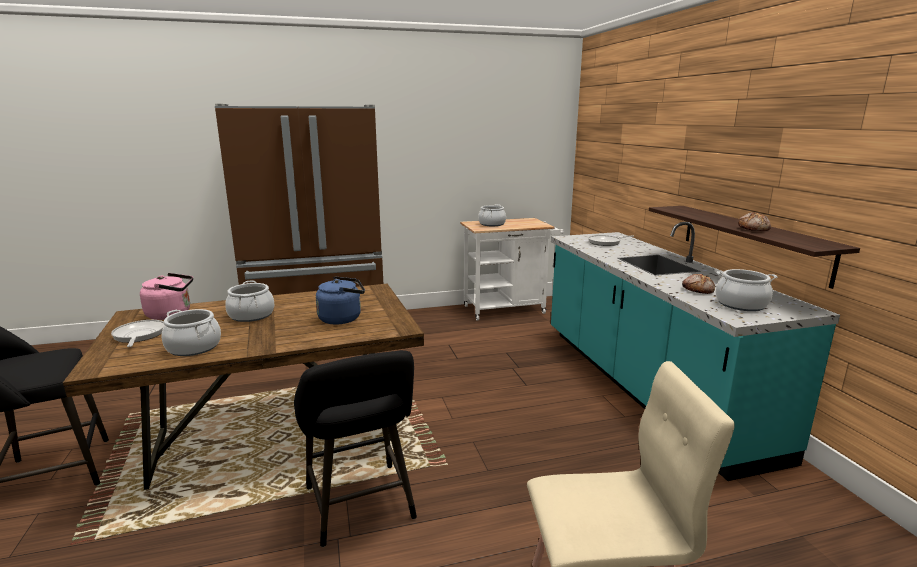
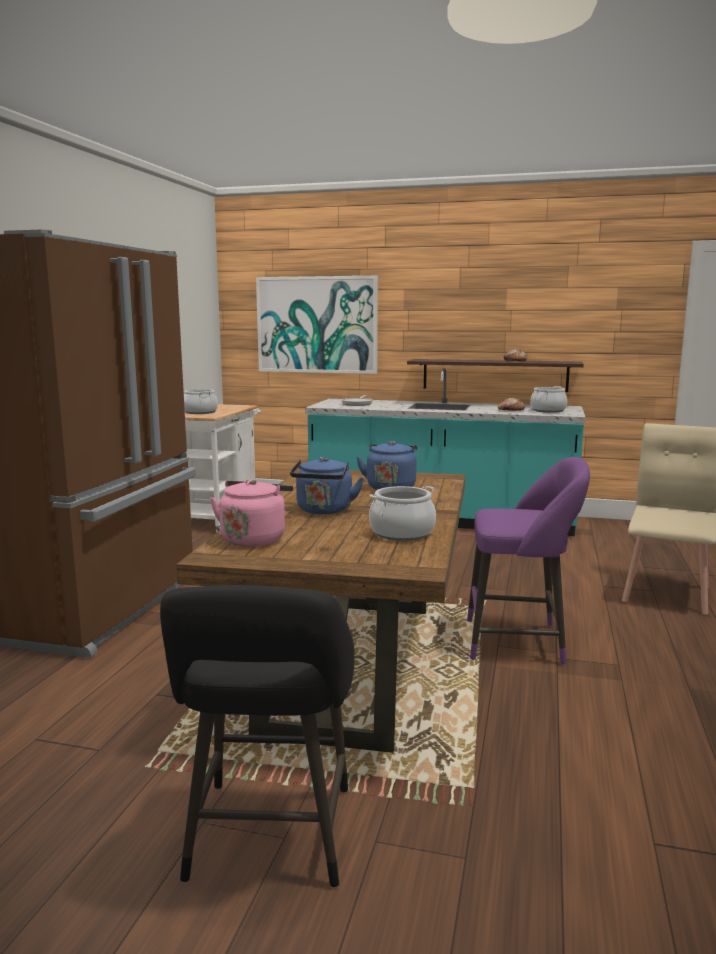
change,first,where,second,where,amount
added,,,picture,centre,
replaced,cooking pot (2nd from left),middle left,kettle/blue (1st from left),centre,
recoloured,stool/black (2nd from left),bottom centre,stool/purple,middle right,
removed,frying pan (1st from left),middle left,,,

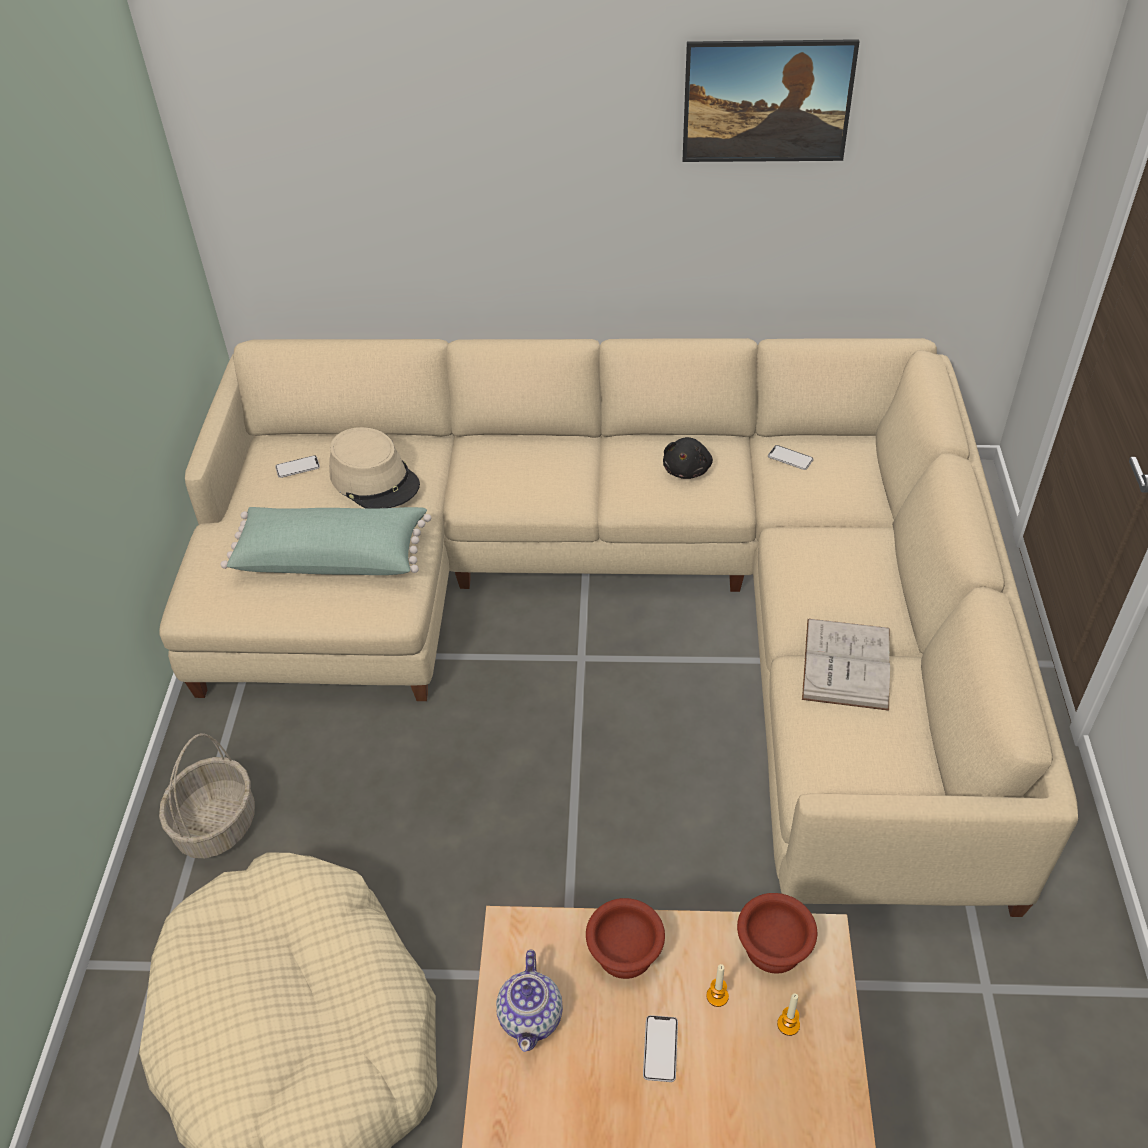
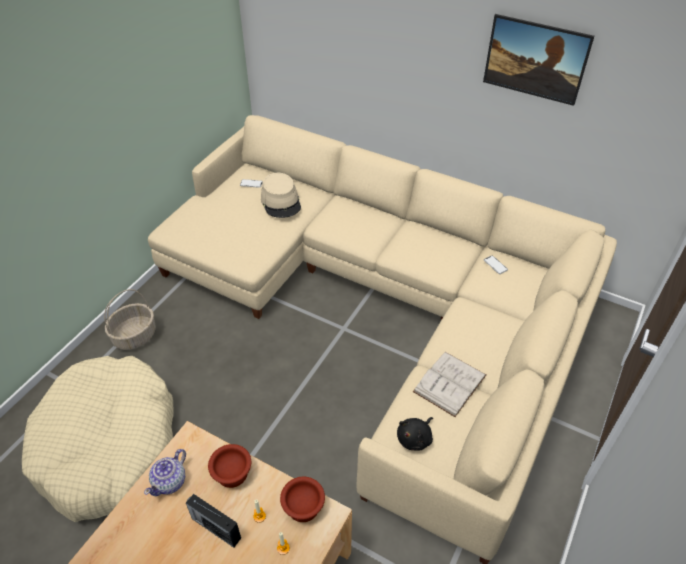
change,first,where,second,where,amount
replaced,phone (2nd from left),bottom centre,radio,bottom left,
moved,plush toy/black,centre,,bottom centre,
removed,pillow/green,middle left,,,

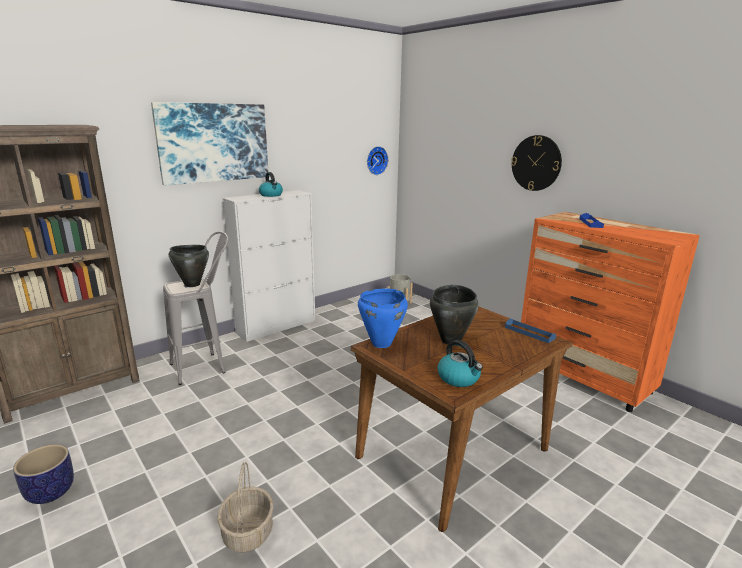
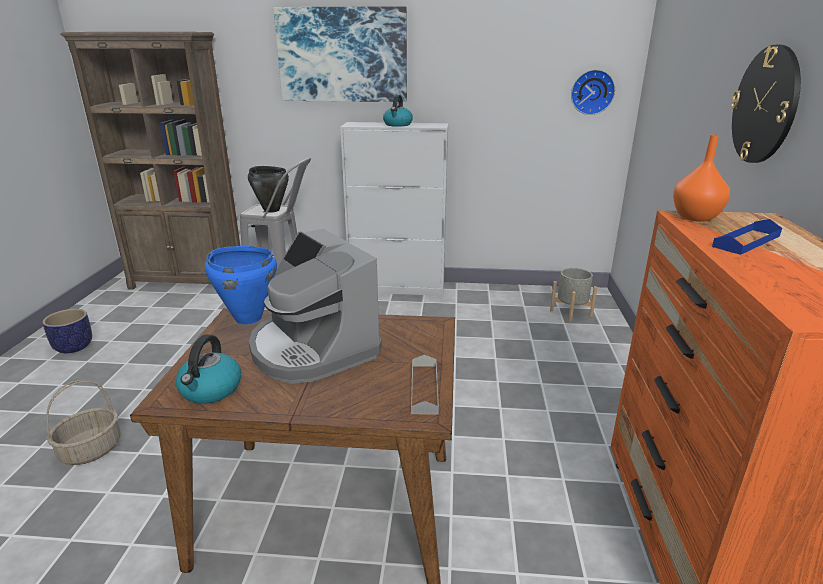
change,first,where,second,where,amount
replaced,cooking pot/black (2nd from left),centre,coffee machine,centre,
recoloured,tray/blue (1st from left),middle right,tray/grey,centre,
added,,,vase/orange,top right,

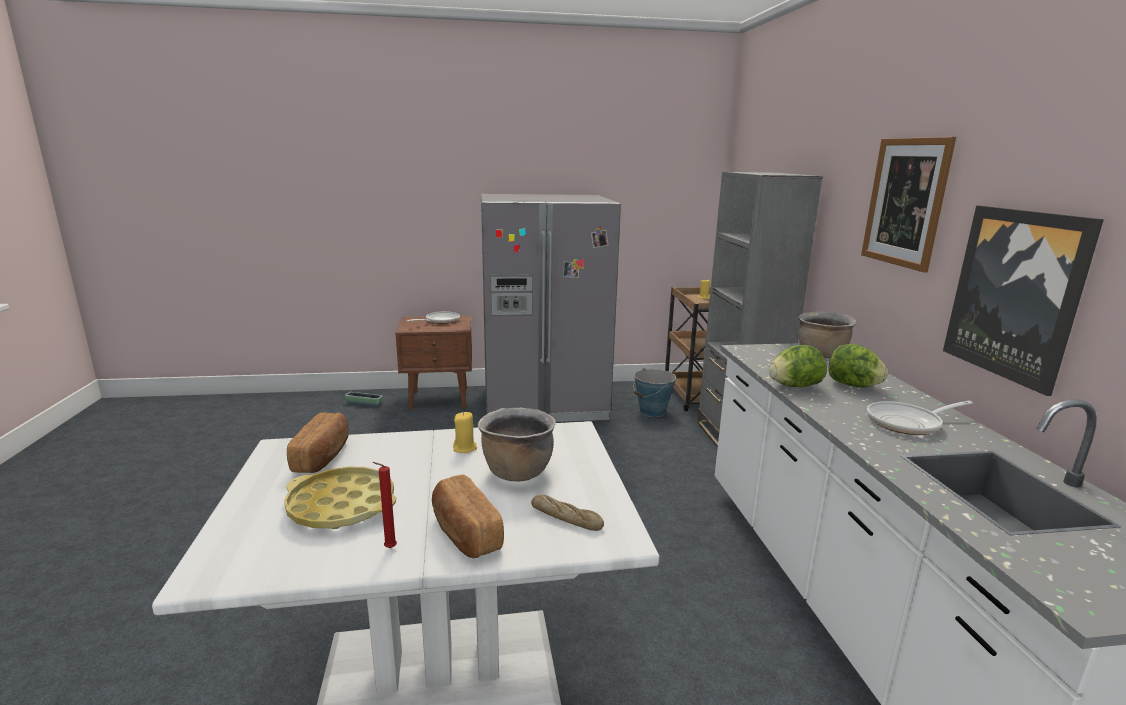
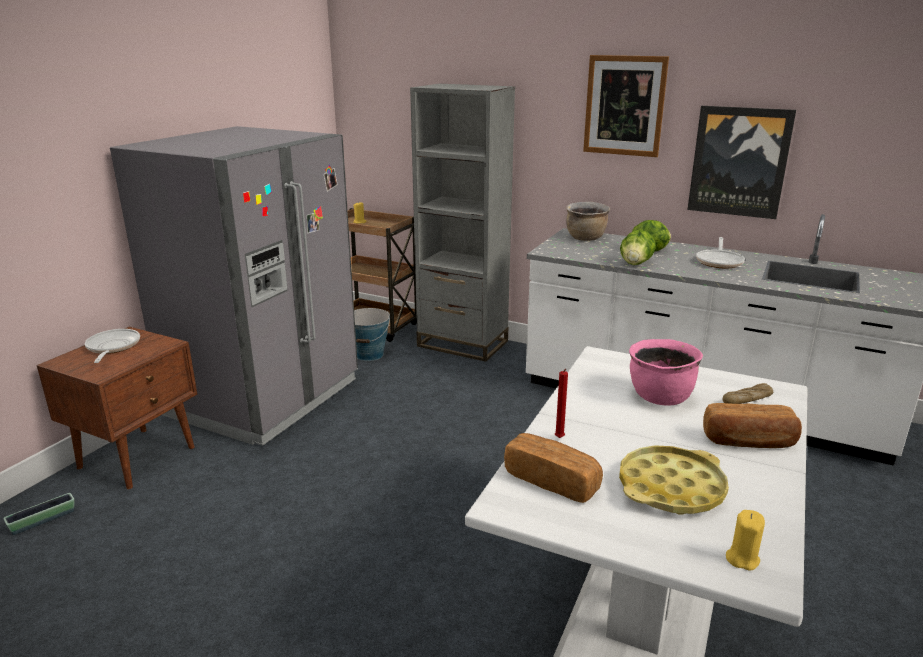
change,first,where,second,where,amount
moved,candle/red,bottom centre,,centre,
recoloured,cooking pot/brown (1st from left),centre,cooking pot/pink,middle right,
moved,candle/yellow (1st from left in the first image),centre,candle/yellow (2nd from left),bottom right,

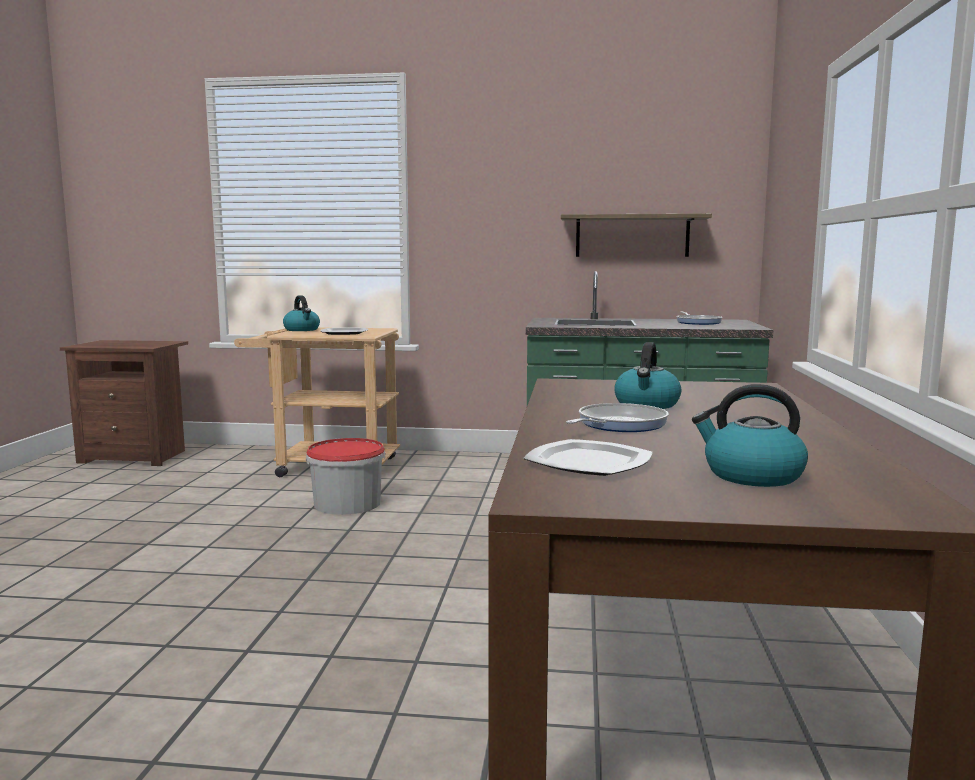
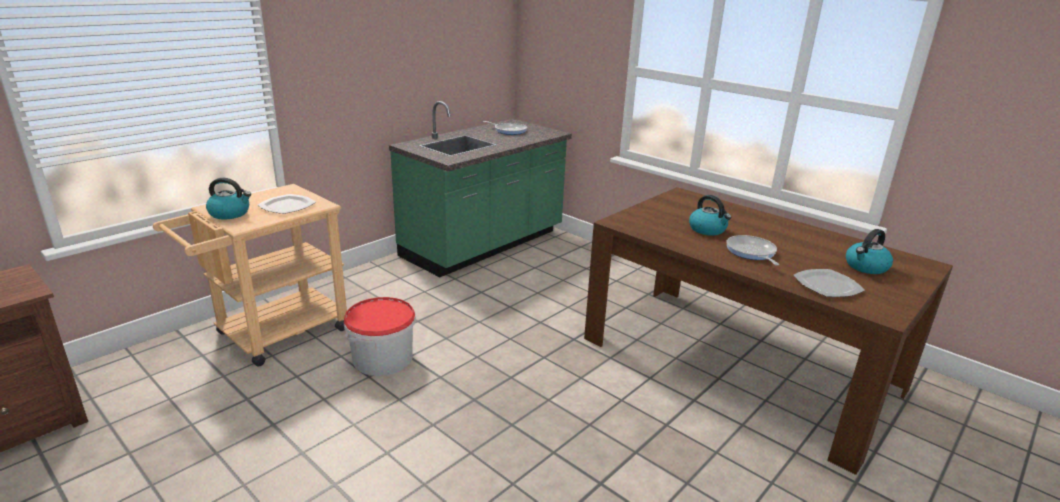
change,first,where,second,where,amount
removed,shelf,top centre,,,

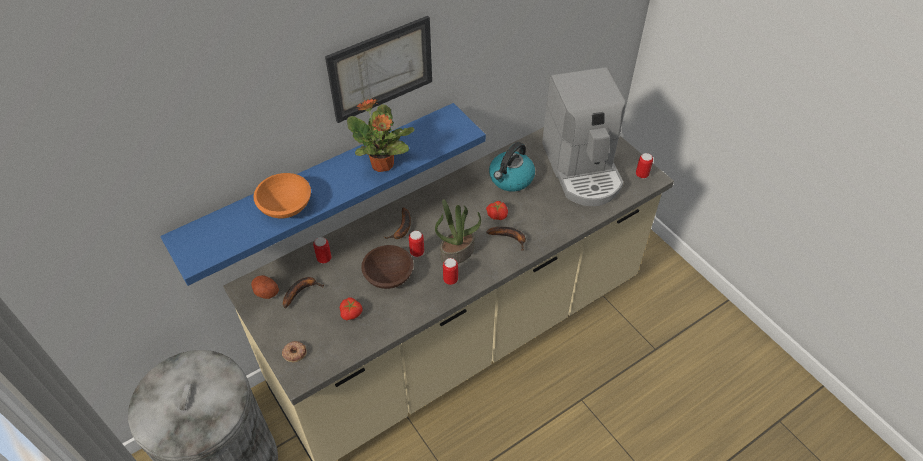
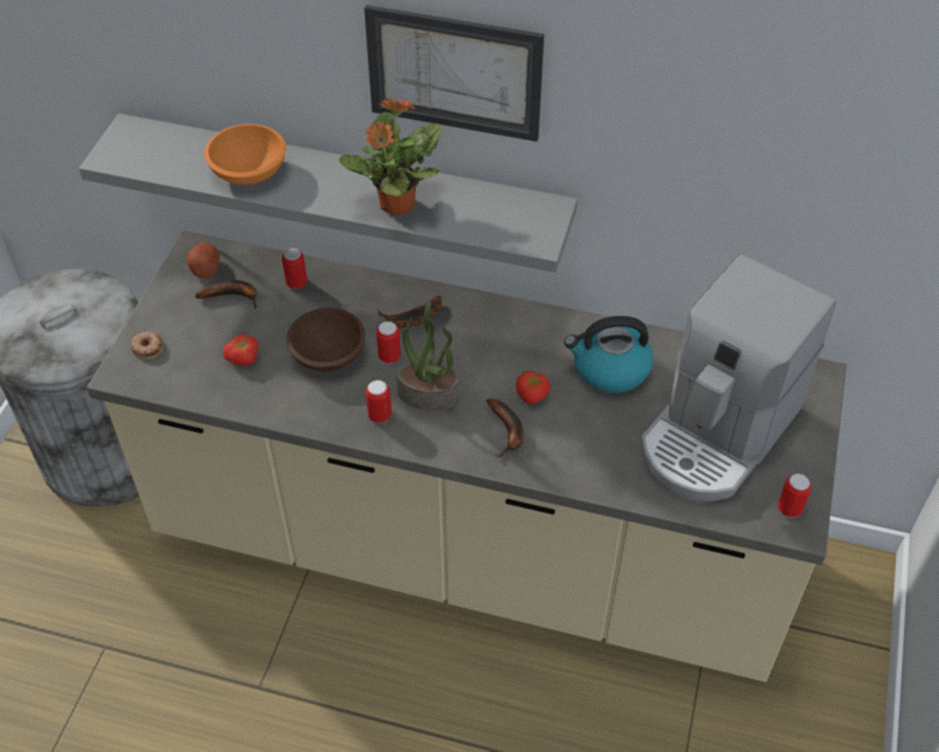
change,first,where,second,where,amount
recoloured,shelf/blue,centre,shelf/grey,top centre,

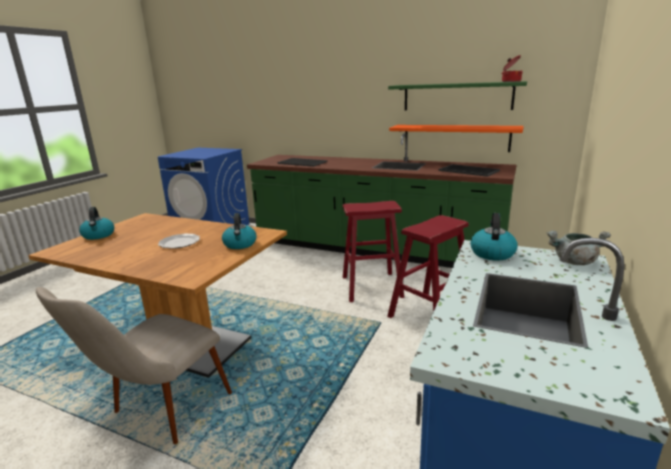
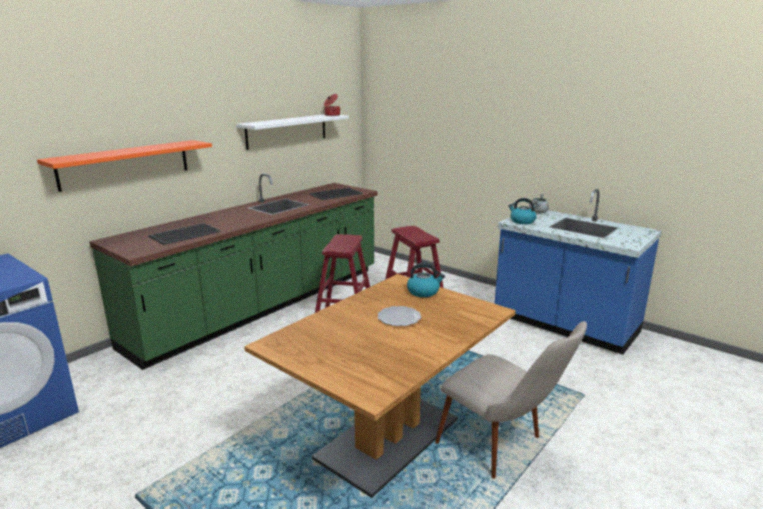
change,first,where,second,where,amount
moved,shelf/orange,top right,,top left,
recoloured,shelf/green,top right,shelf/white,top centre,
removed,kettle (1st from left),middle left,,,

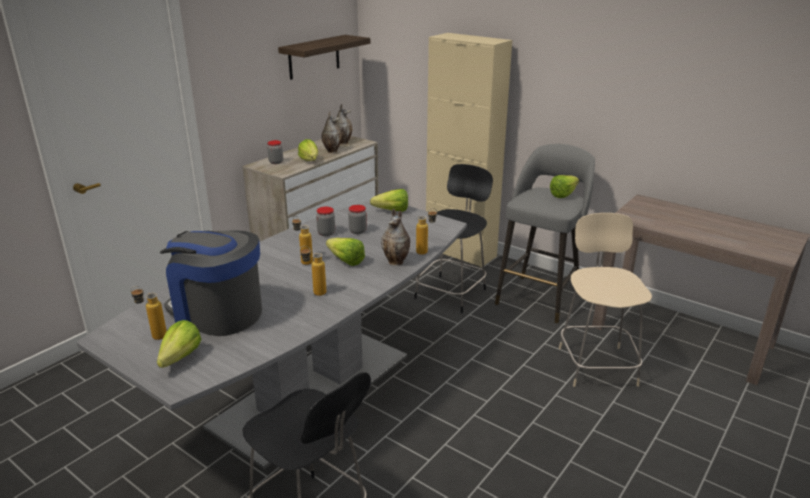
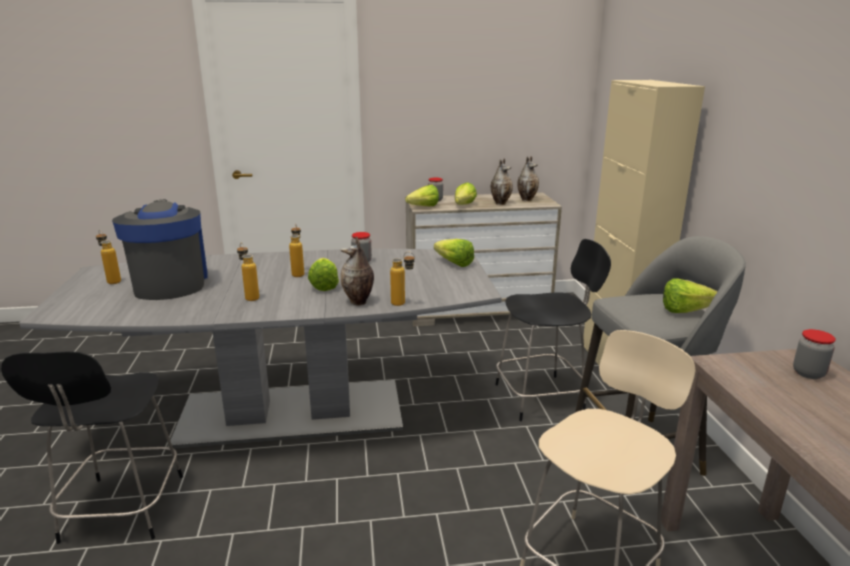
change,first,where,second,where,amount
moved,lettuce (1st from left in the first image),bottom left,lettuce (2nd from left),centre,
moved,jar (3rd from left),centre,,middle right,
removed,shelf,top centre,,,

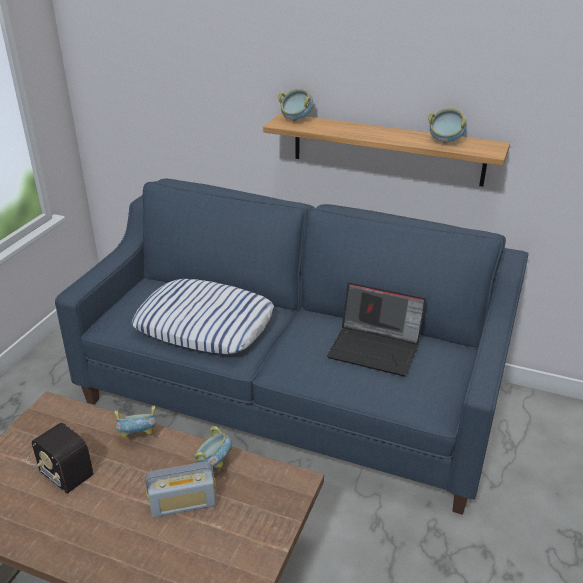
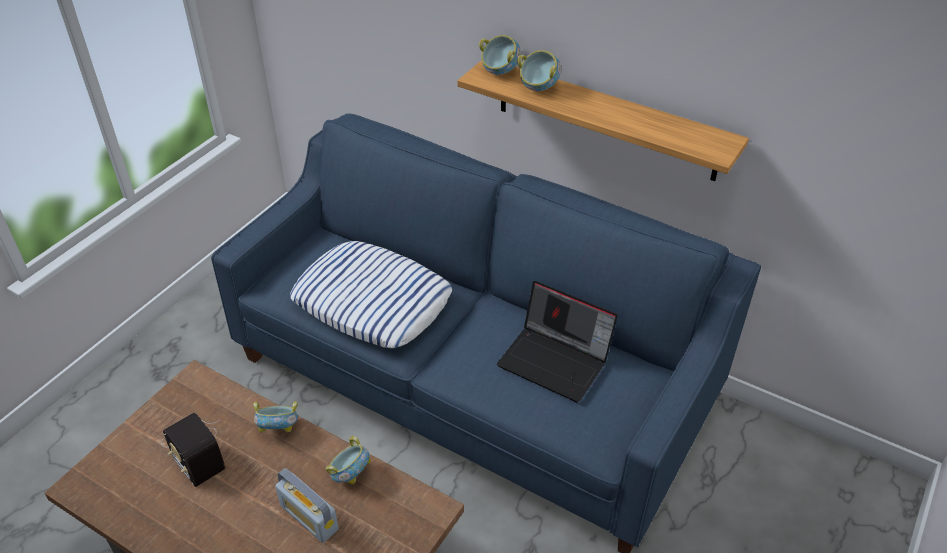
change,first,where,second,where,amount
turned,radio (2nd from left),bottom left,,bottom left,45 degrees clockwise
moved,bowl (4th from left),top right,,top centre,

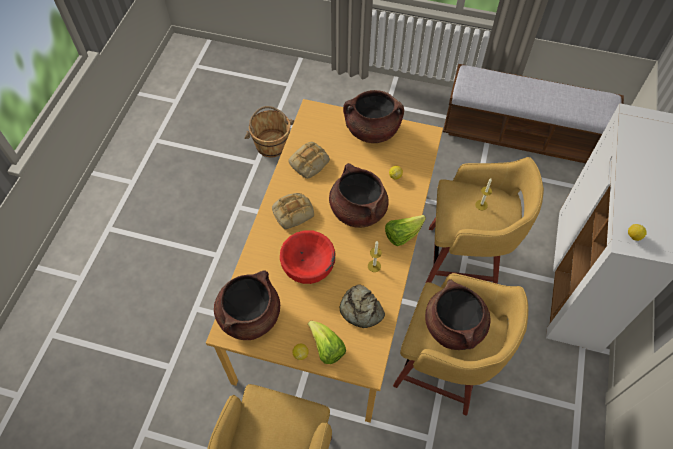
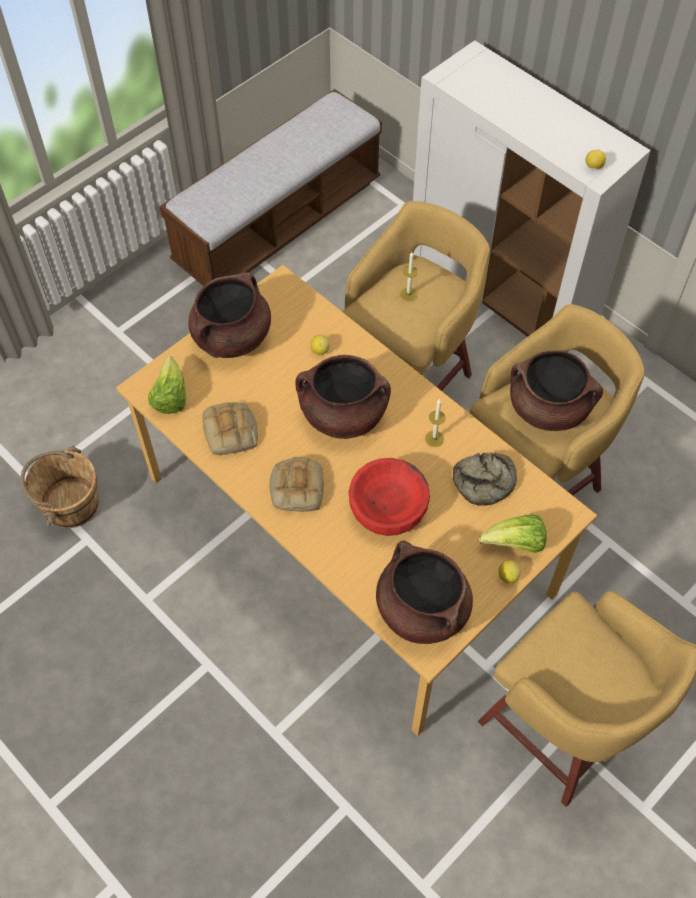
change,first,where,second,where,amount
moved,lettuce (2nd from left in the first image),centre,lettuce (1st from left),middle left,

